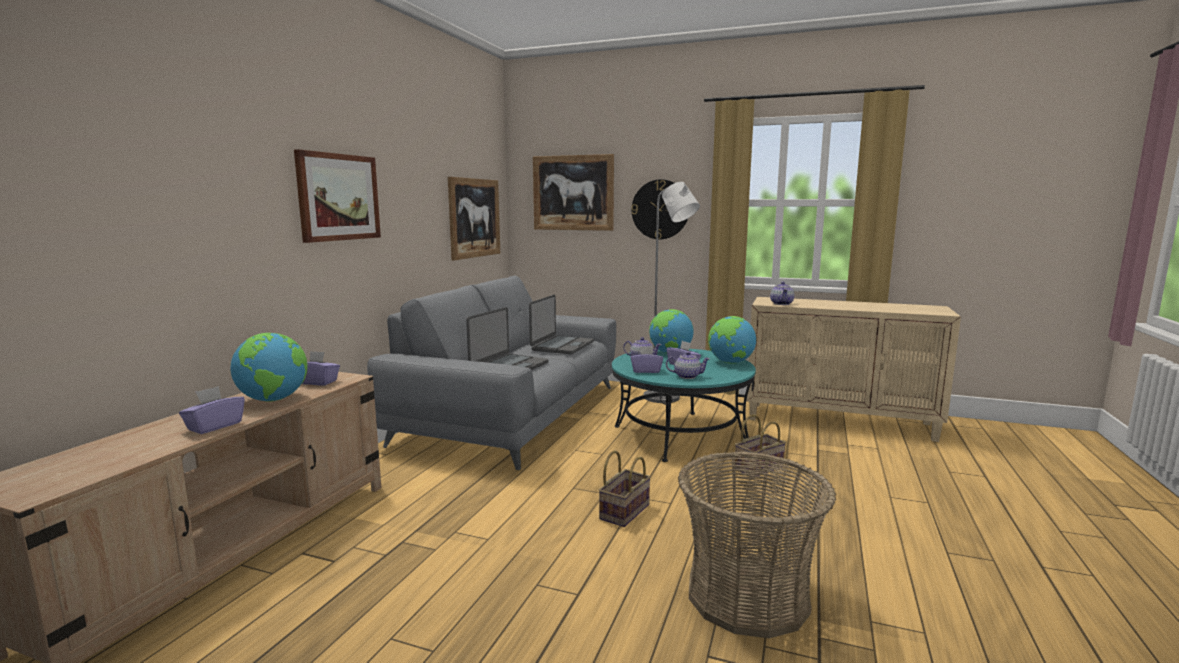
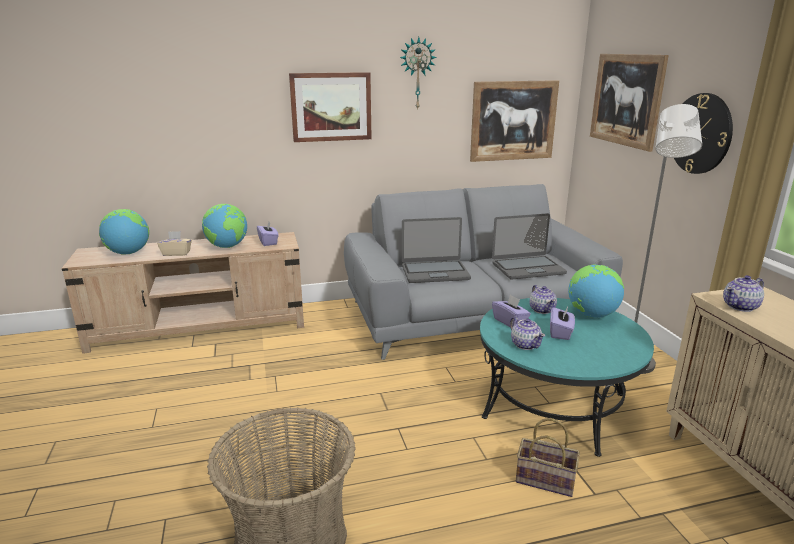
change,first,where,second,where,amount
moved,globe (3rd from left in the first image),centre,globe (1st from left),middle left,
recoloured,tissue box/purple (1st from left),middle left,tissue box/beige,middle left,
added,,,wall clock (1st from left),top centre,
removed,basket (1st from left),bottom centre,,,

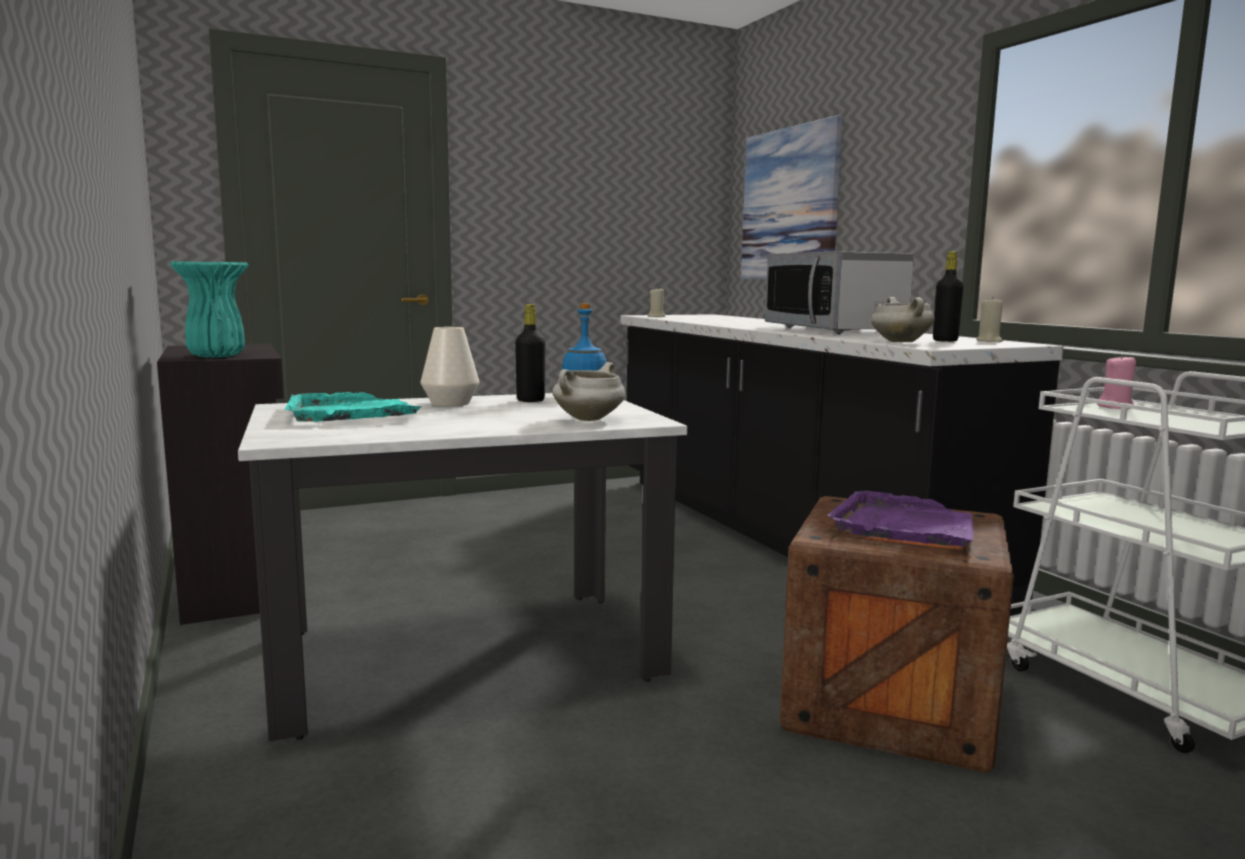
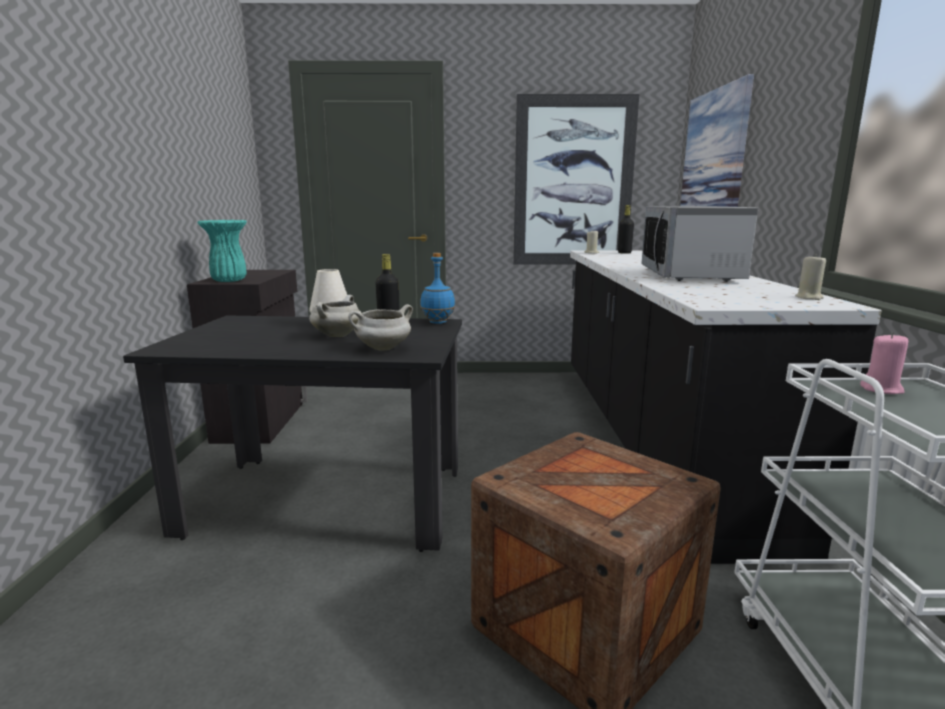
change,first,where,second,where,amount
recoloured,dining table/white,centre,dining table/black,middle left,
moved,cooking pot/white (2nd from left in the first image),middle right,cooking pot/white (1st from left),centre,
added,,,picture (1st from left),top centre,
moved,bottle/black (2nd from left),middle right,,top centre,
removed,tray/turquoise,middle left,,,
removed,tray/purple,middle right,,,

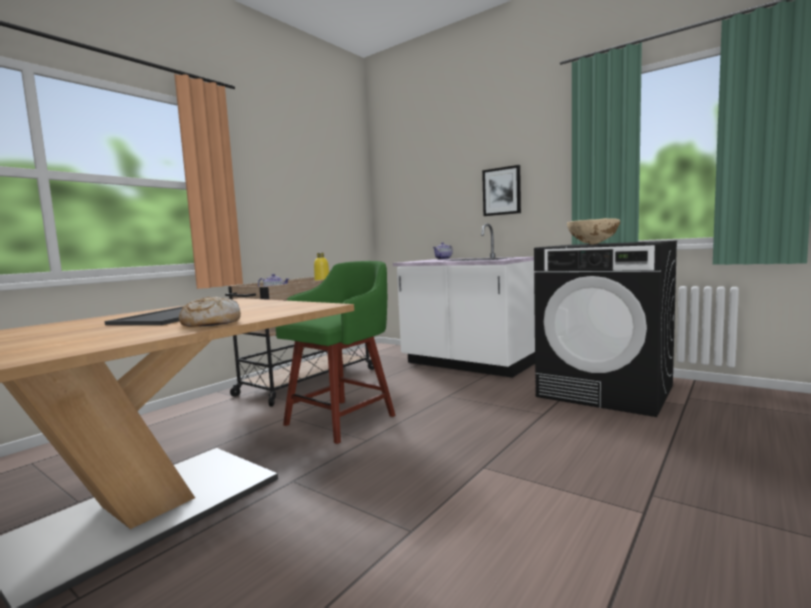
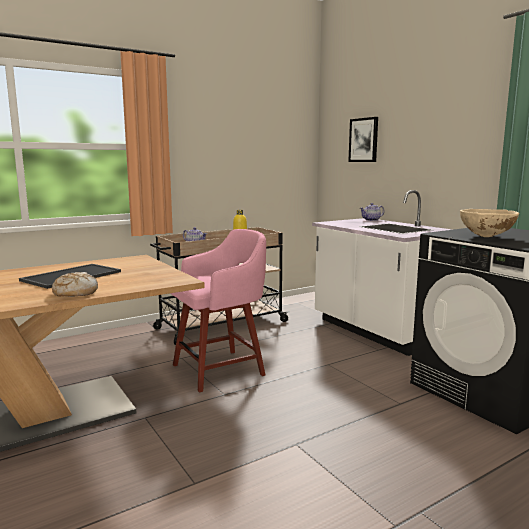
change,first,where,second,where,amount
recoloured,stool/green,centre,stool/pink,centre,
moved,picture,top centre,,top right,

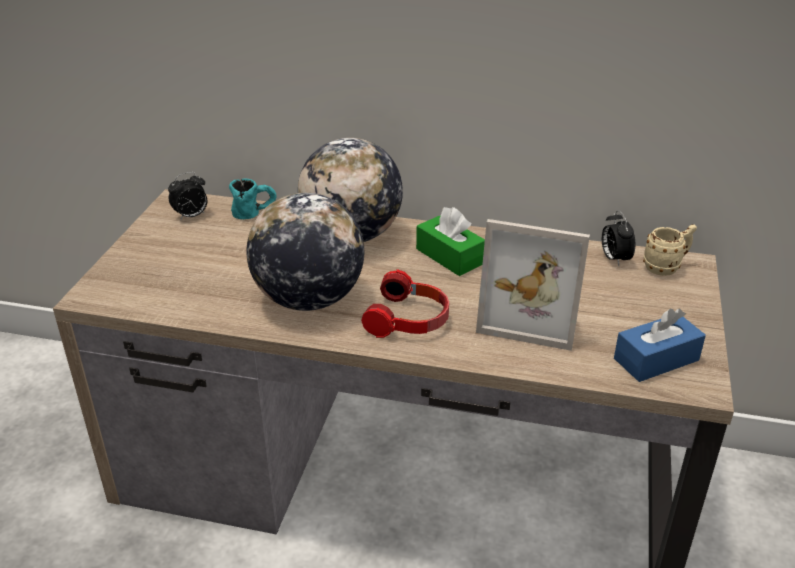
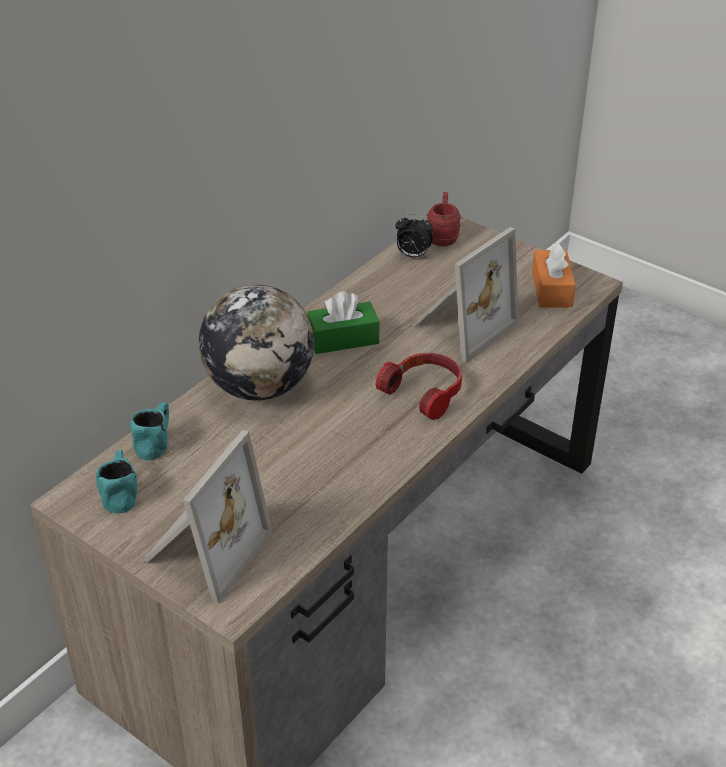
change,first,where,second,where,amount
replaced,alarm clock (1st from left),middle left,mug/turquoise (1st from left),middle left,
added,,,picture frame (1st from left),bottom left,
recoloured,mug/beige,middle right,mug/red,top centre,
recoloured,tissue box/blue,middle right,tissue box/orange,middle right,
removed,globe (1st from left),centre,,,

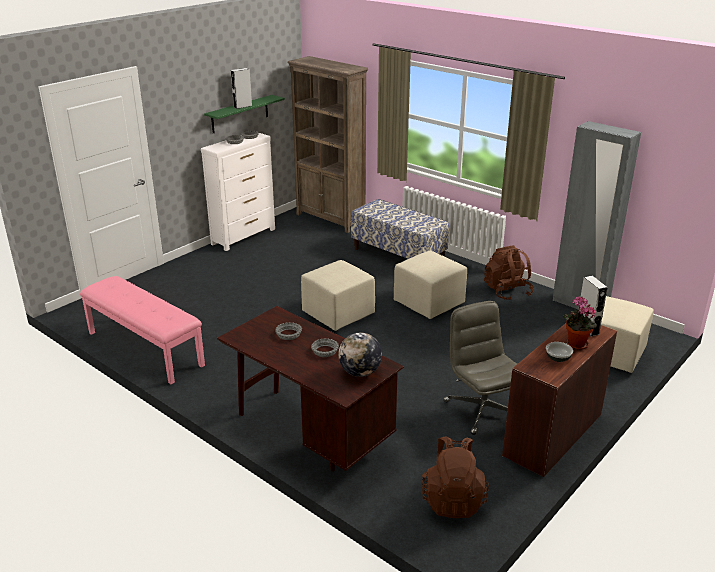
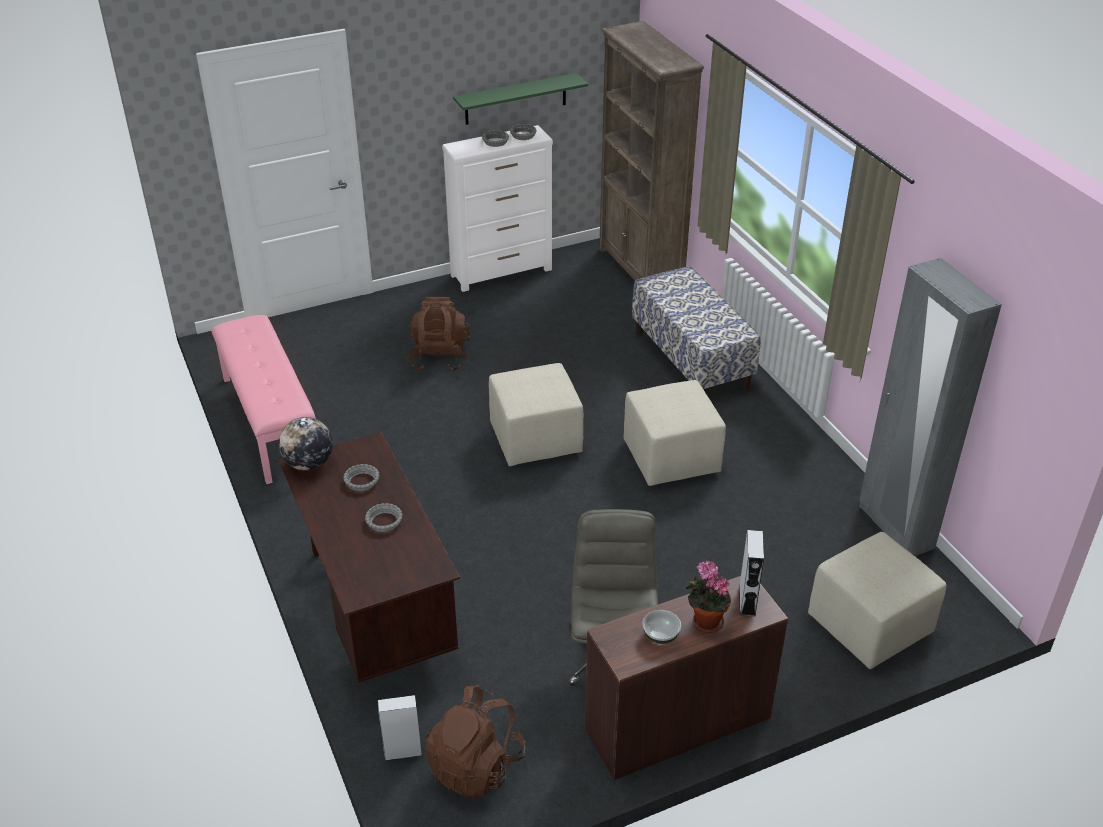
change,first,where,second,where,amount
moved,globe,centre,,middle left,
moved,speaker/grey (1st from left),top centre,,bottom centre,
moved,backpack/brown (2nd from left in the first image),middle right,backpack/brown (1st from left),centre,

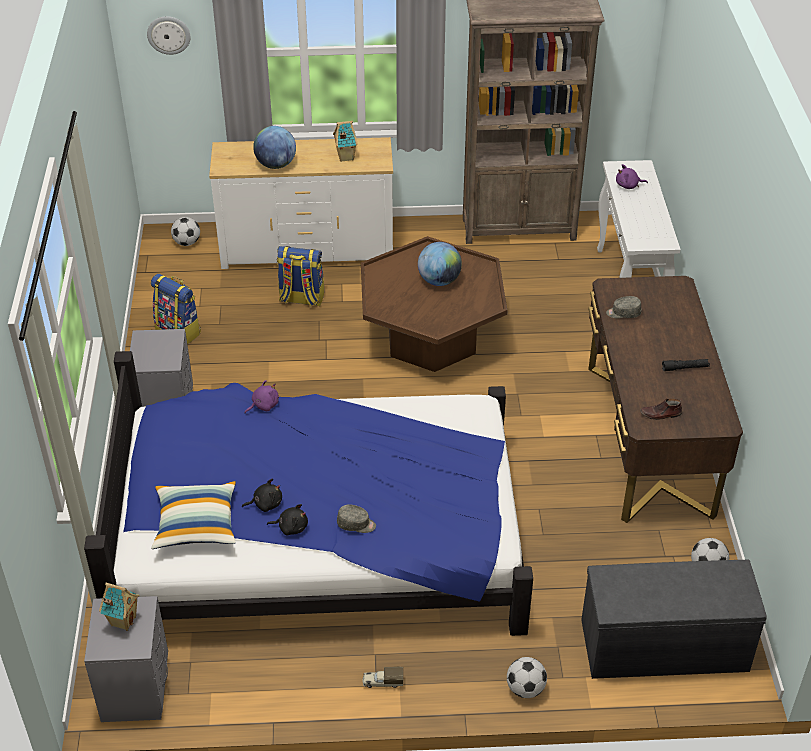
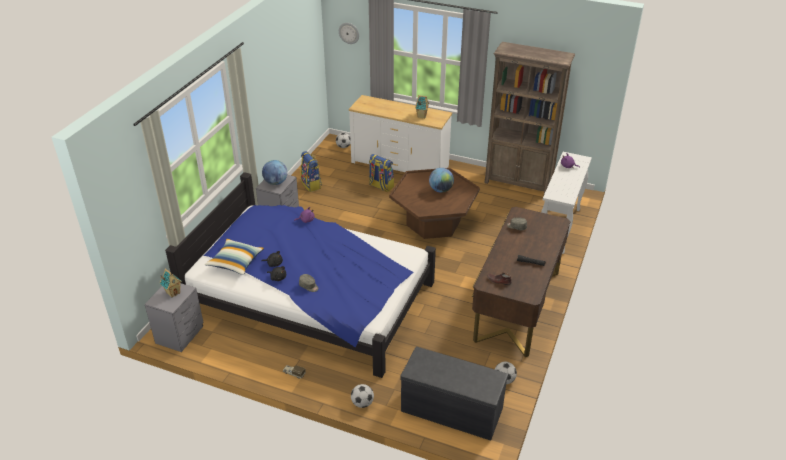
change,first,where,second,where,amount
moved,globe (1st from left),top centre,,centre,

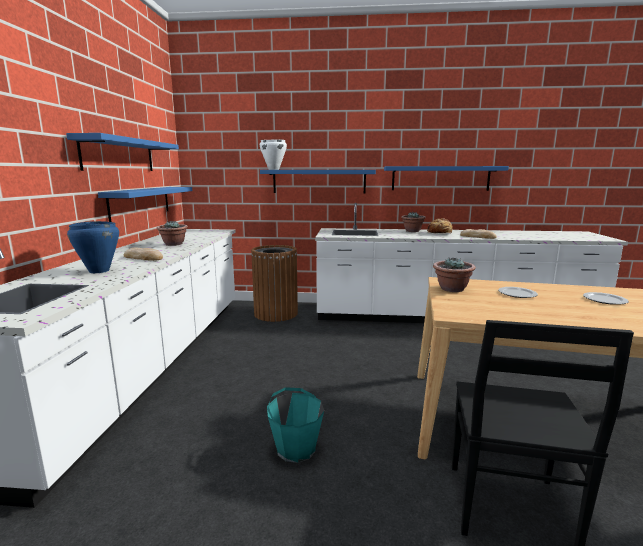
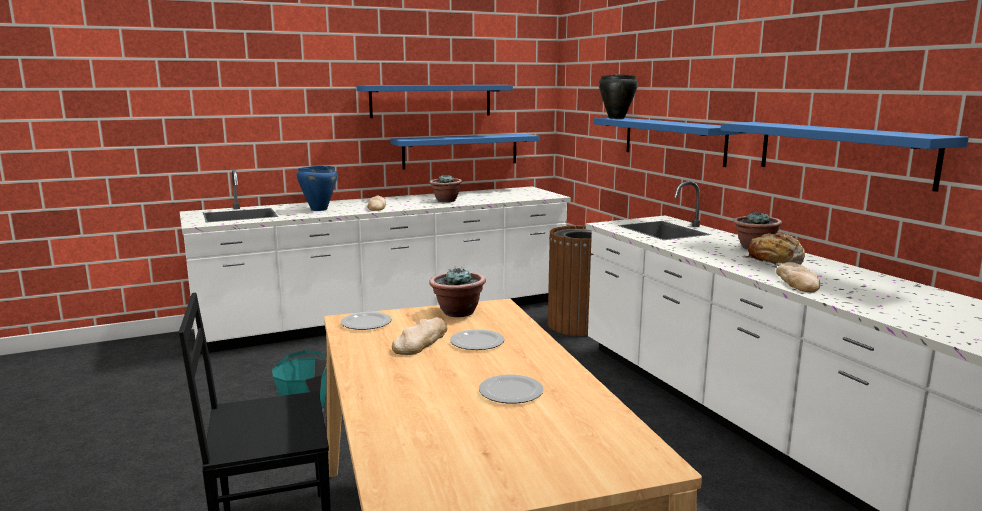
change,first,where,second,where,amount
added,,,plate (1st from left),centre,
added,,,bread (2nd from left),centre,
recoloured,cooking pot/white,top centre,cooking pot/black,top centre,

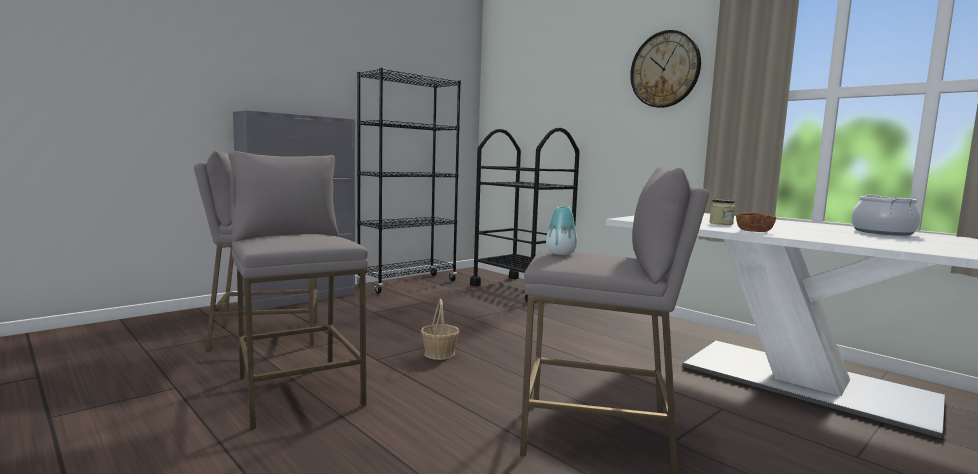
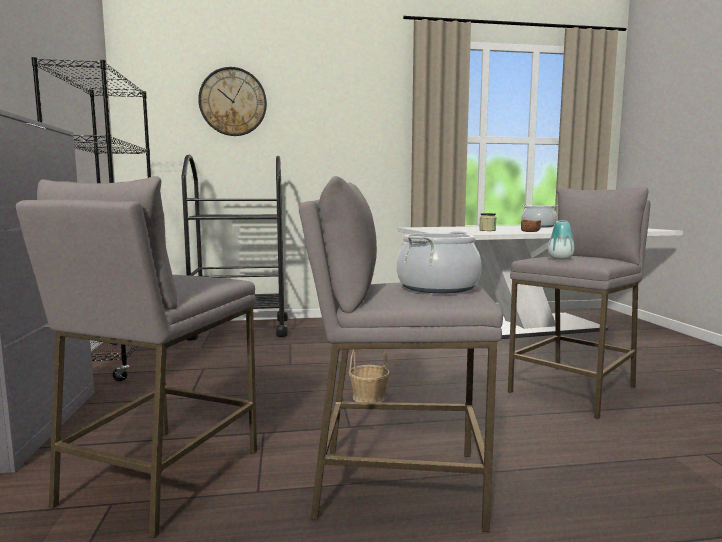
change,first,where,second,where,amount
moved,wall clock,top right,,top left,
added,,,cooking pot (1st from left),centre,

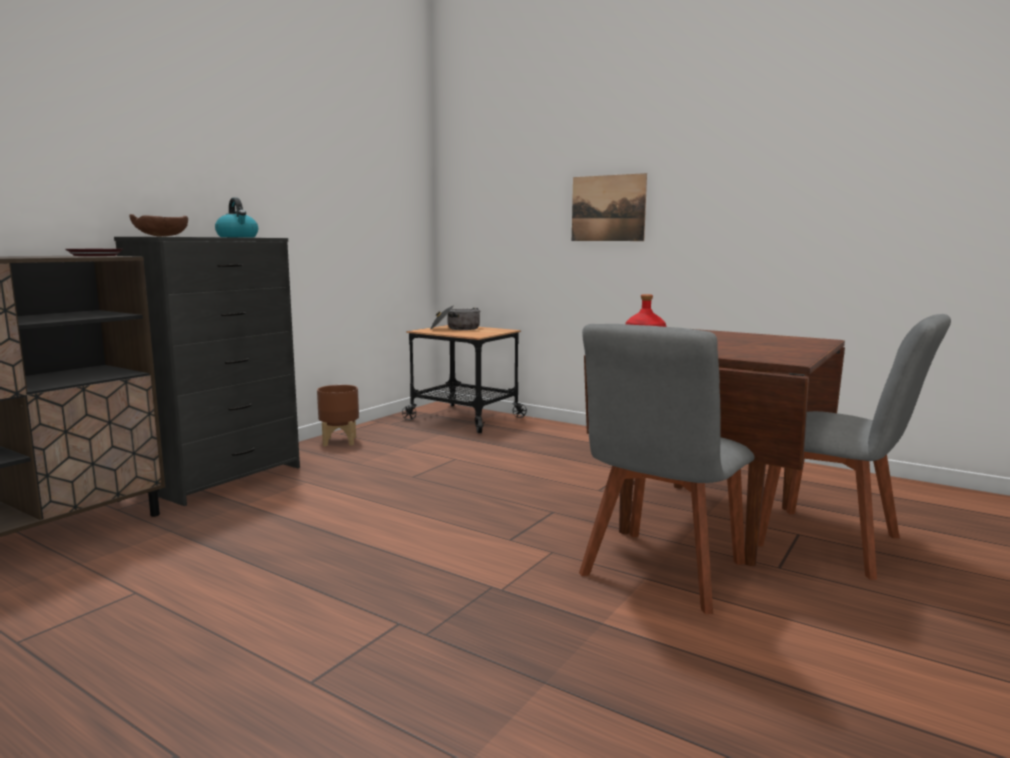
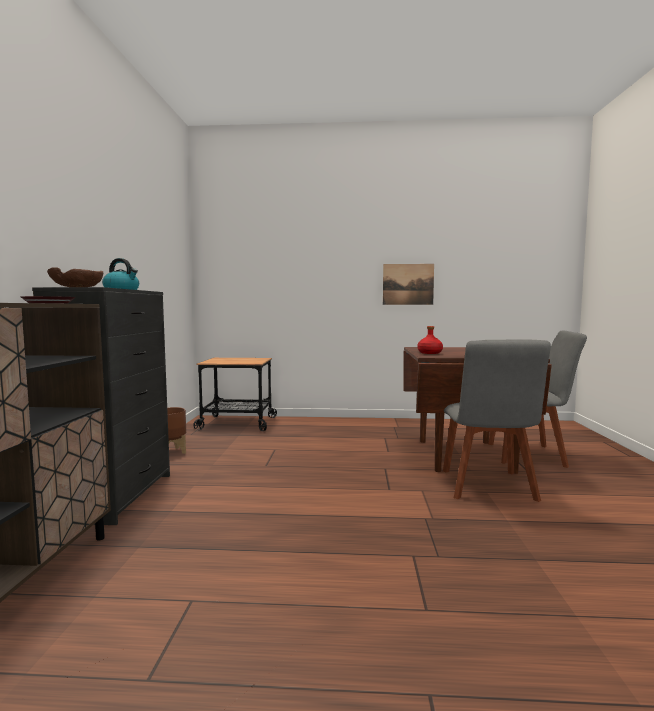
change,first,where,second,where,amount
moved,picture,top centre,,centre,
removed,cooking pot,centre,,,

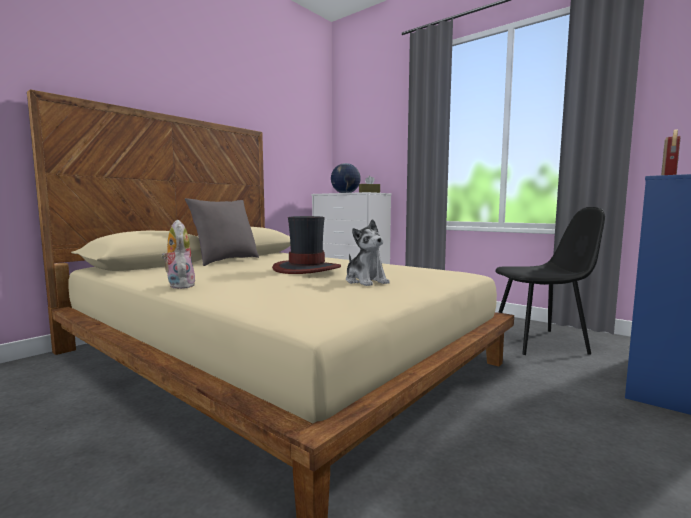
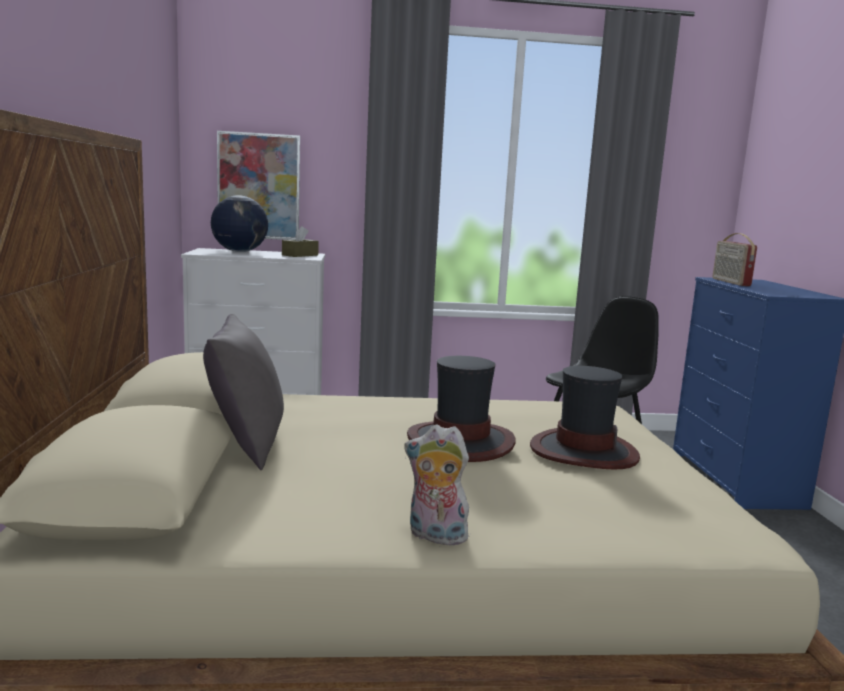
change,first,where,second,where,amount
added,,,picture,top left,
replaced,plush toy (2nd from left),centre,hat (2nd from left),middle right,

